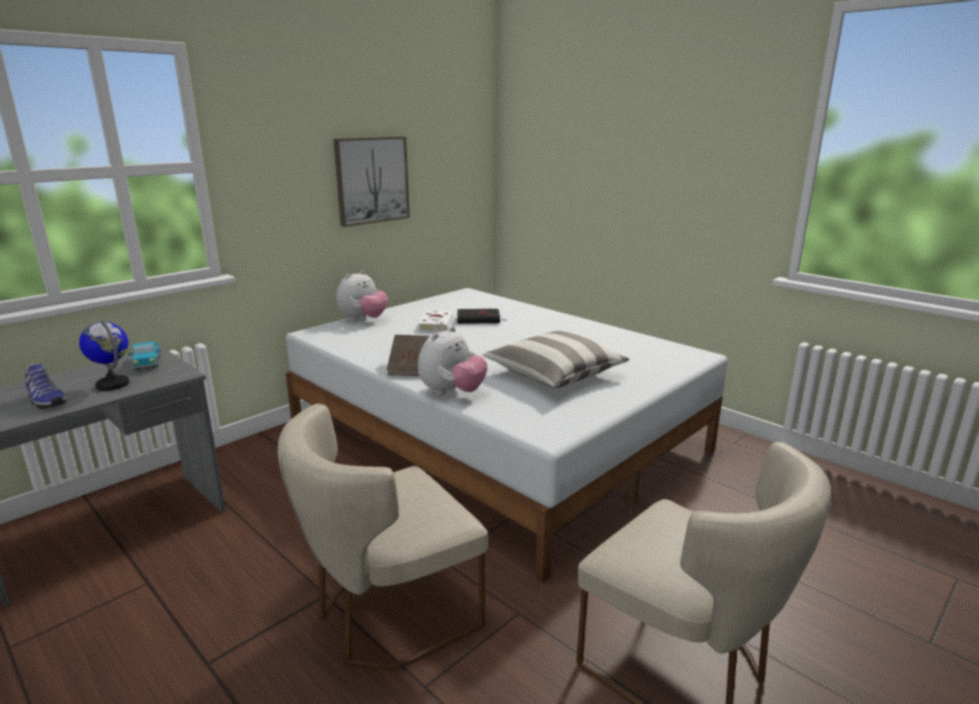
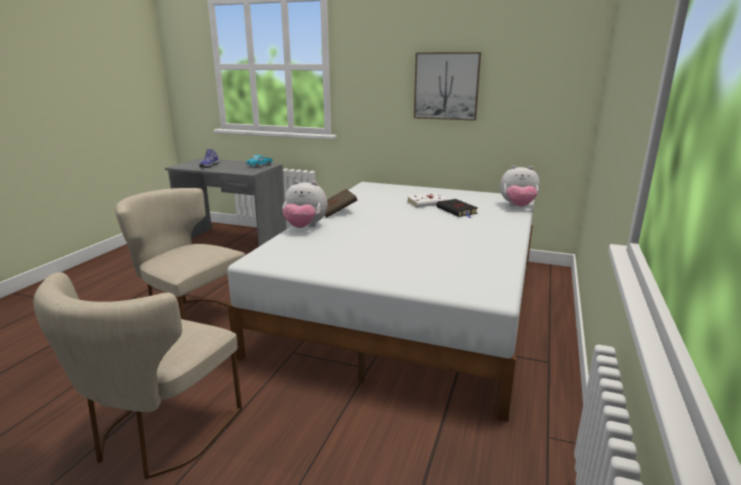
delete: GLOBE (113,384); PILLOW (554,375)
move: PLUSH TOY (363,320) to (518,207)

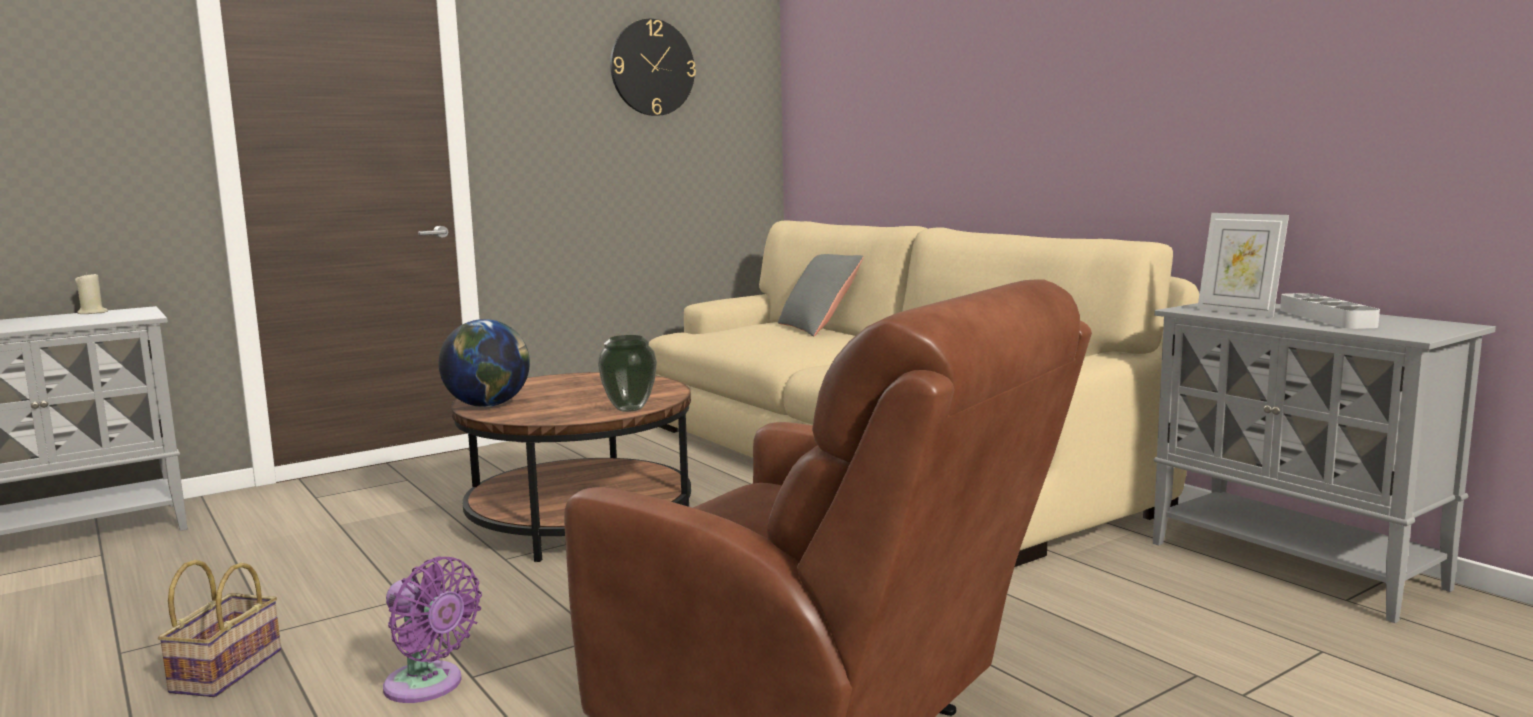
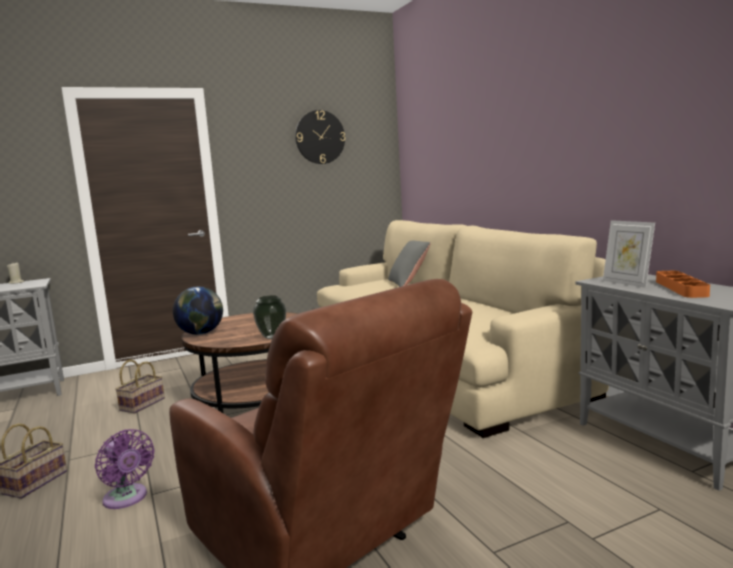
insert: BASKET (142,404)
recolor: GREY TRAY (1326,318) to ORANGE TRAY (681,288)

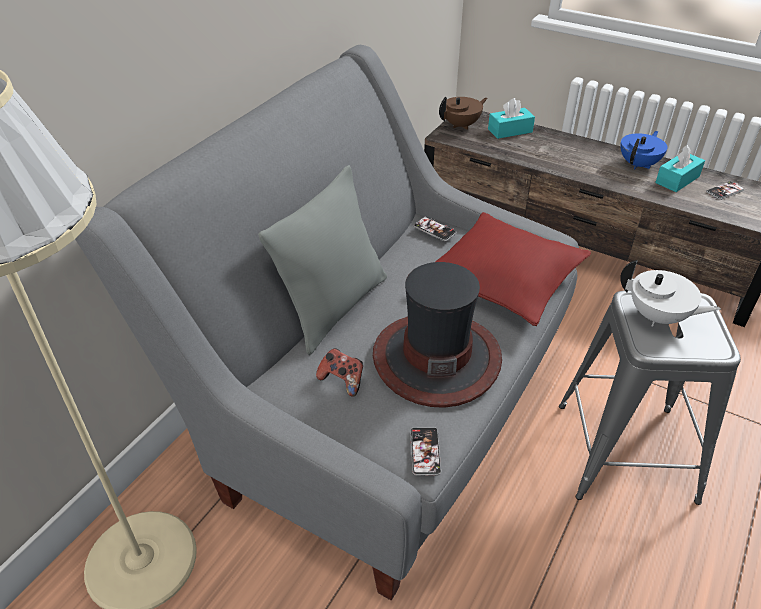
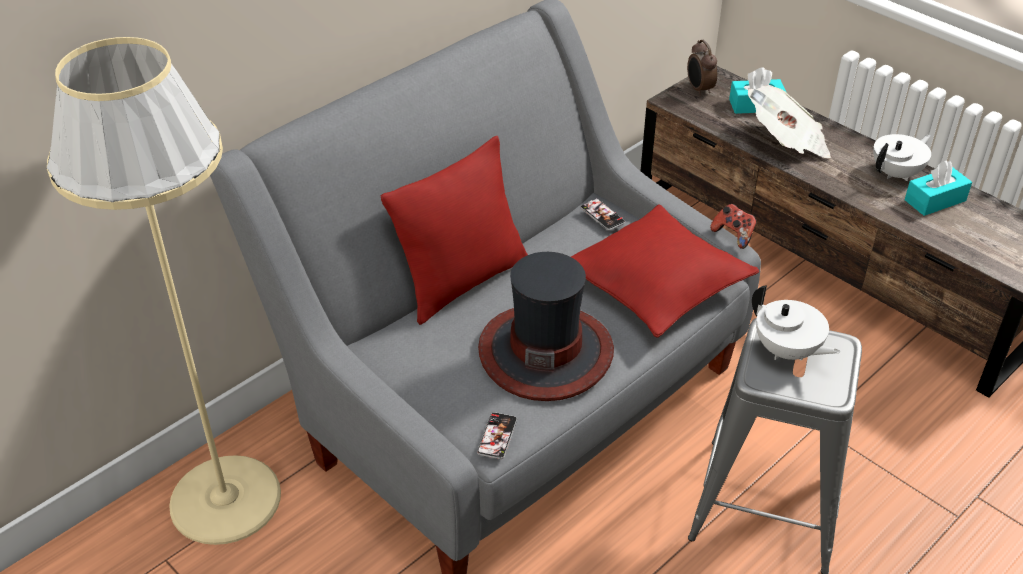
delete: PHONE (724,191)
insert: NEWSPAPER (787,143)
move: GAME CONTROLLER (342,380) to (733,235)
replace: BROWN TEAPOT (461,125) to ALARM CLOCK (699,89)
recolor: GREY PILLOW (334,307) to RED PILLOW (462,282); BLUE TEAPOT (639,164) to WHITE TEAPOT (897,173)

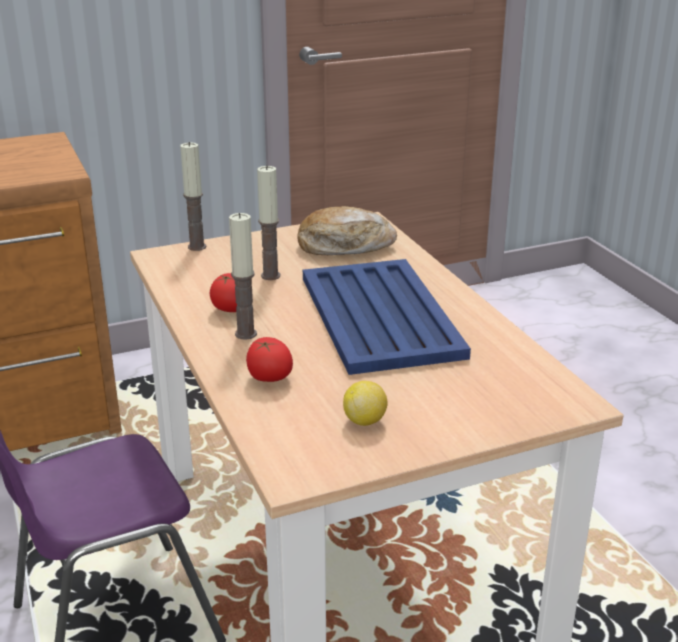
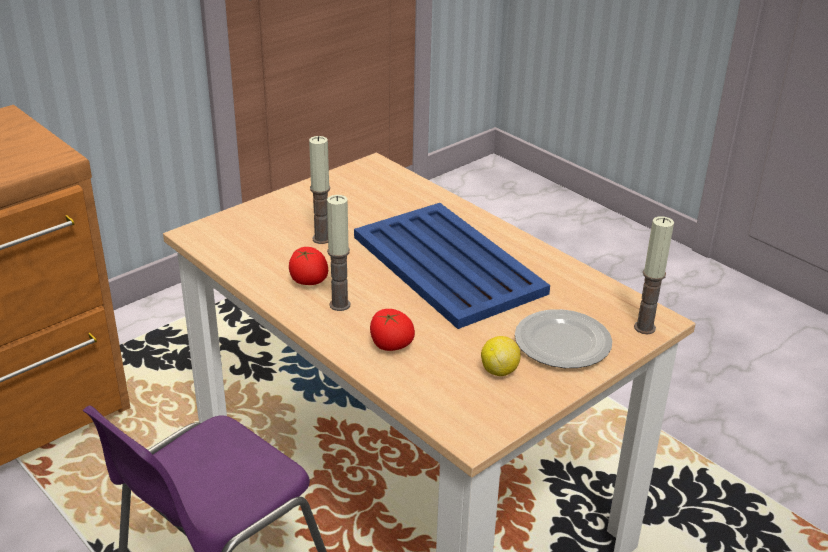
delete: BREAD (345,246)
insert: PLATE (563,344)
move: CANDLE (197,247) to (644,327)

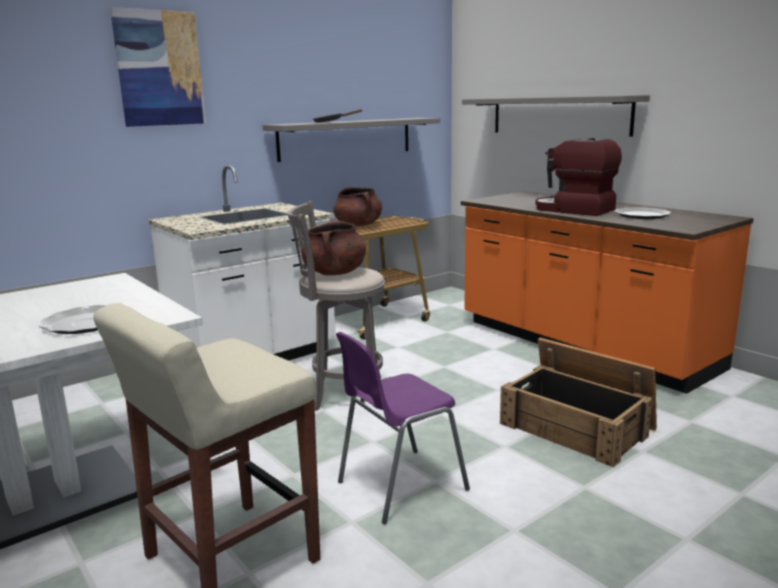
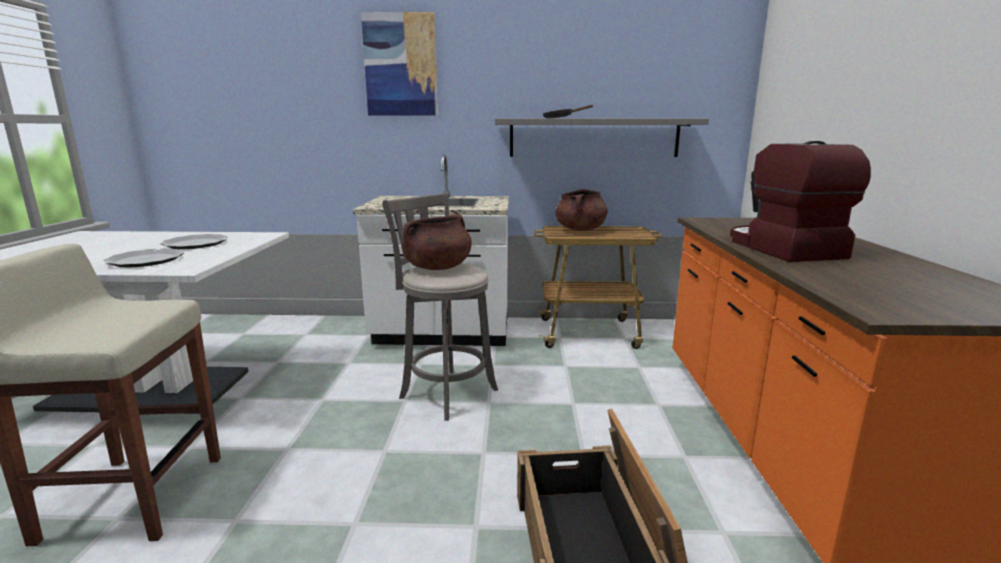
delete: PURPLE CHAIR (398,486); GREY SHELF (558,115)
move: PLATE (642,215) to (195,244)

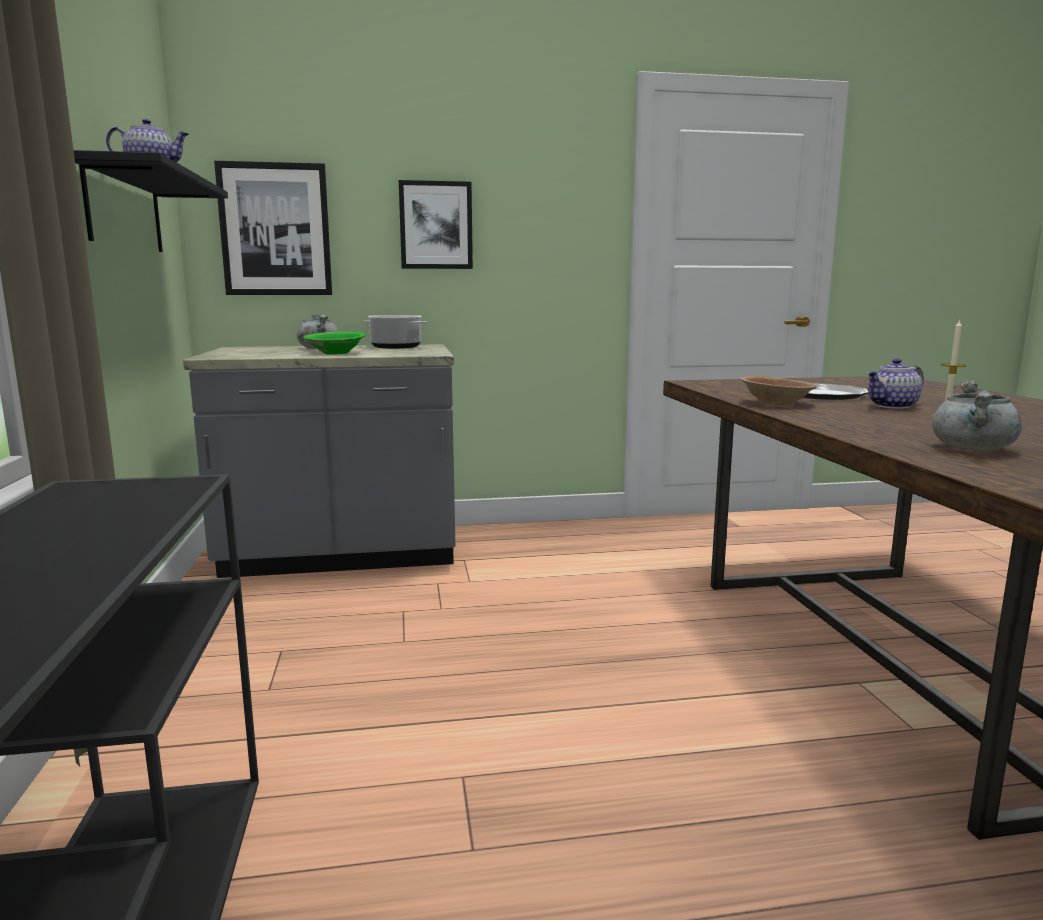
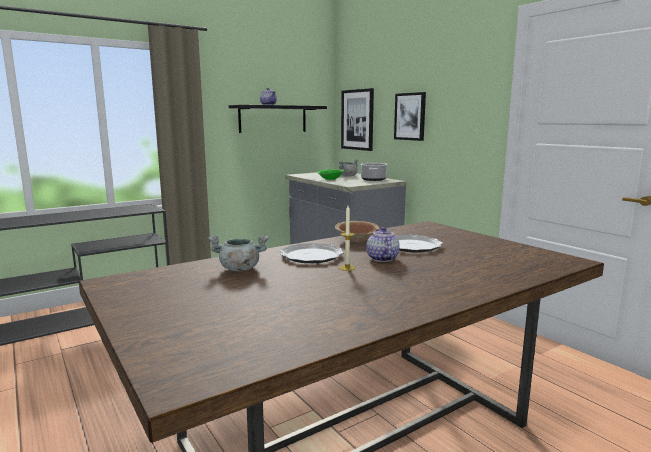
insert: PLATE (312,256)
rotate: TEAPOT (893,406) = (381,258) 45 degrees clockwise

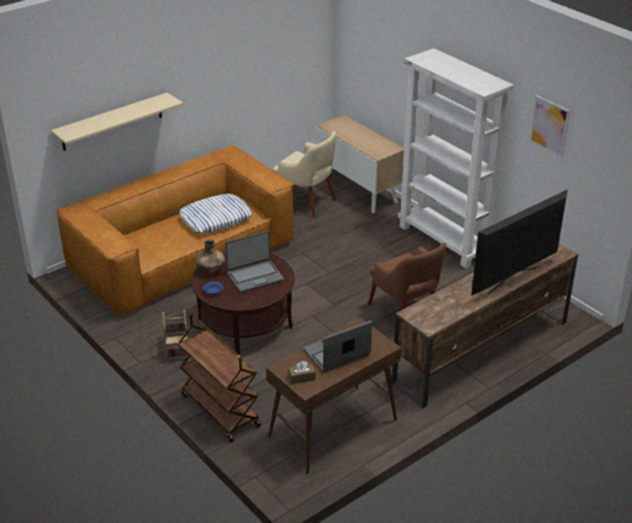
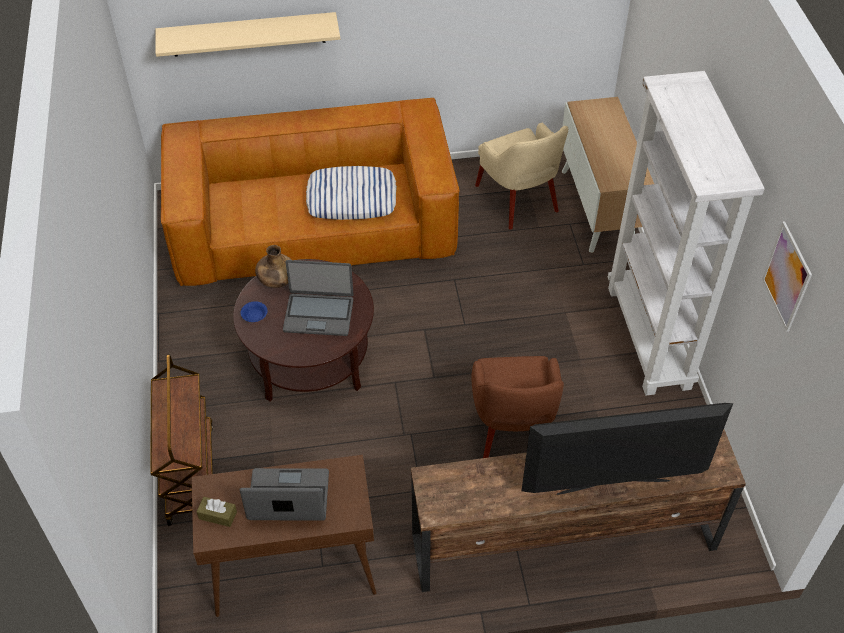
delete: BASKET (176,348)

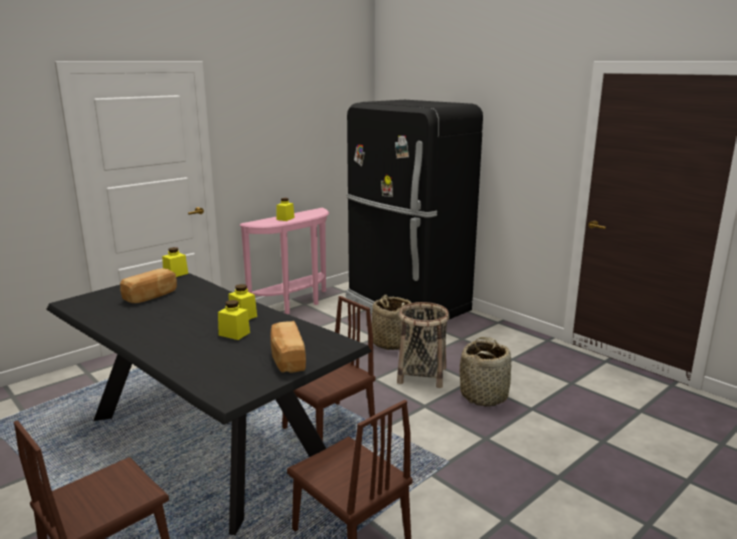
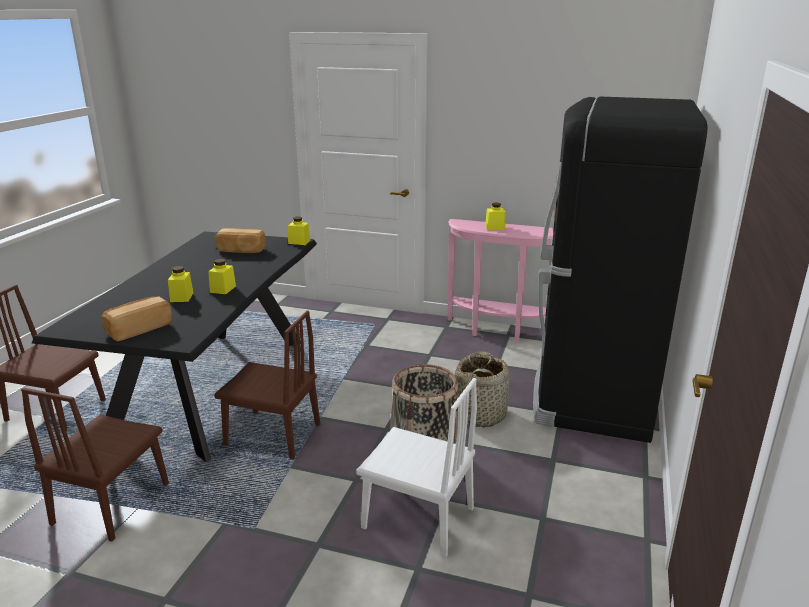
replace: BASKET (484,395) to WHITE CHAIR (418,518)

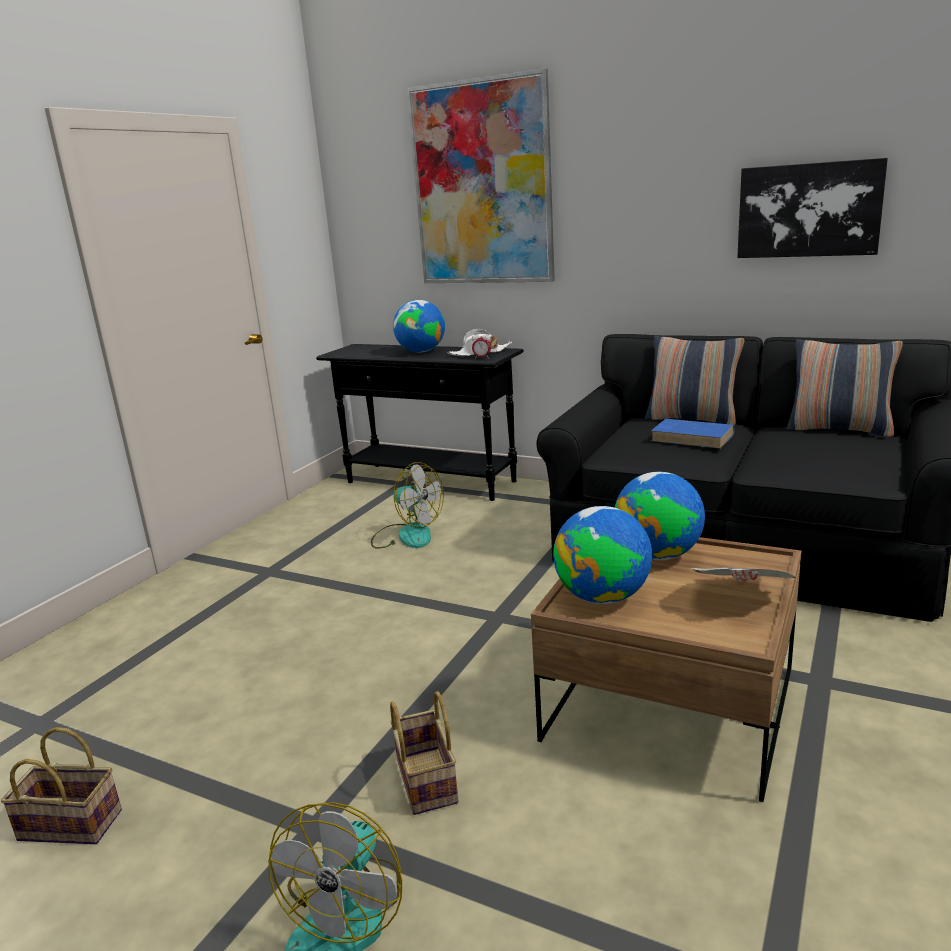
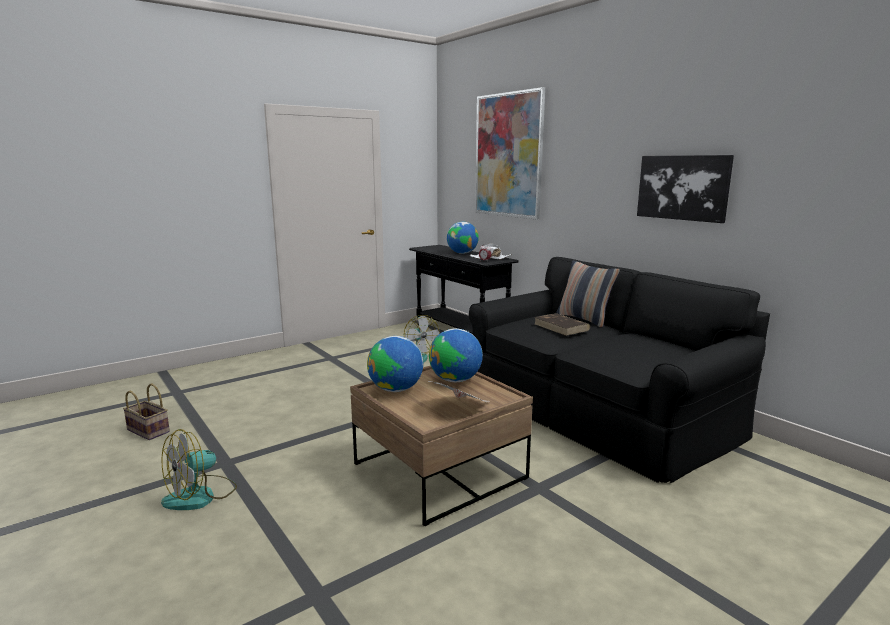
delete: BASKET (424,779); PILLOW (839,430)
recolor: BLUE BOOK (693,437) to BROWN BOOK (561,327)

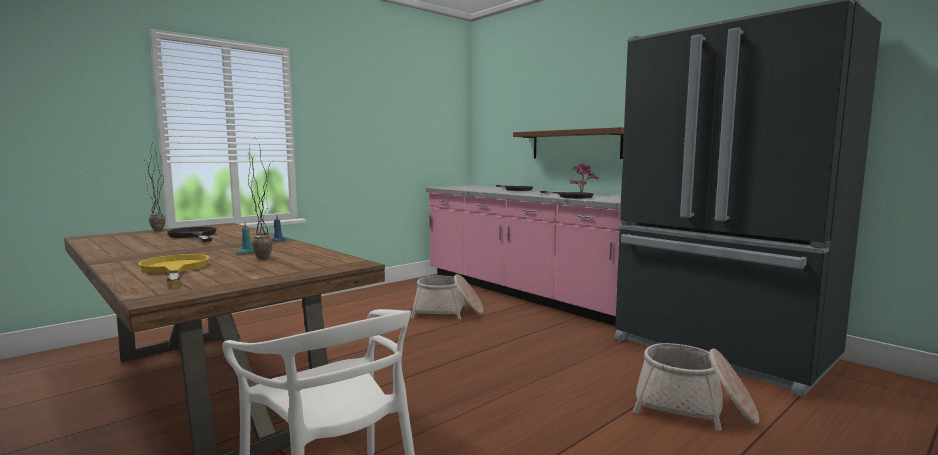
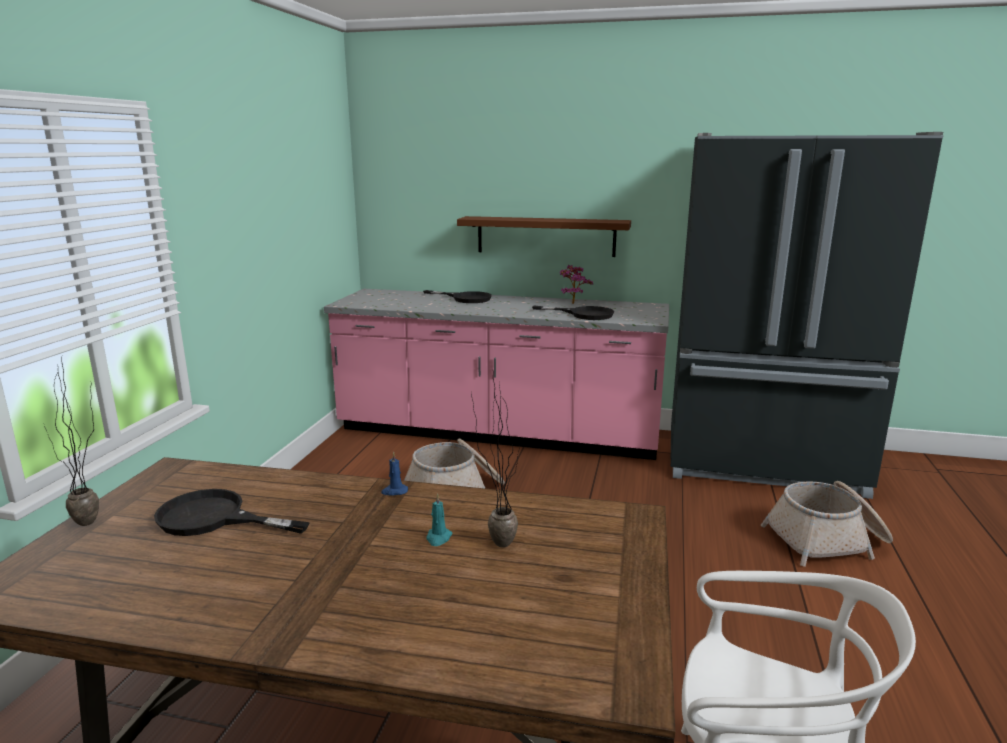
delete: YELLOW FRYING PAN (175,269)

